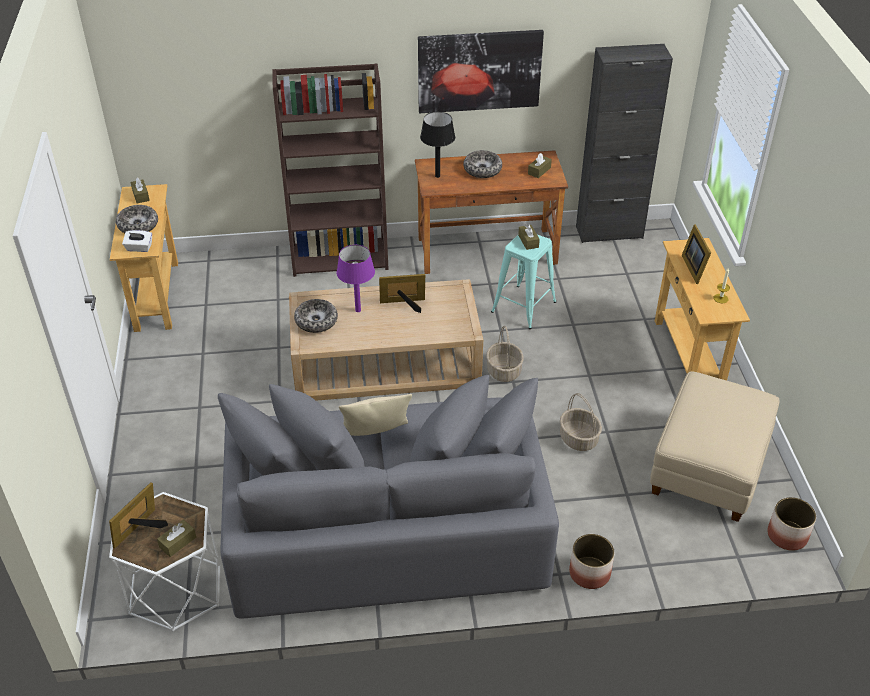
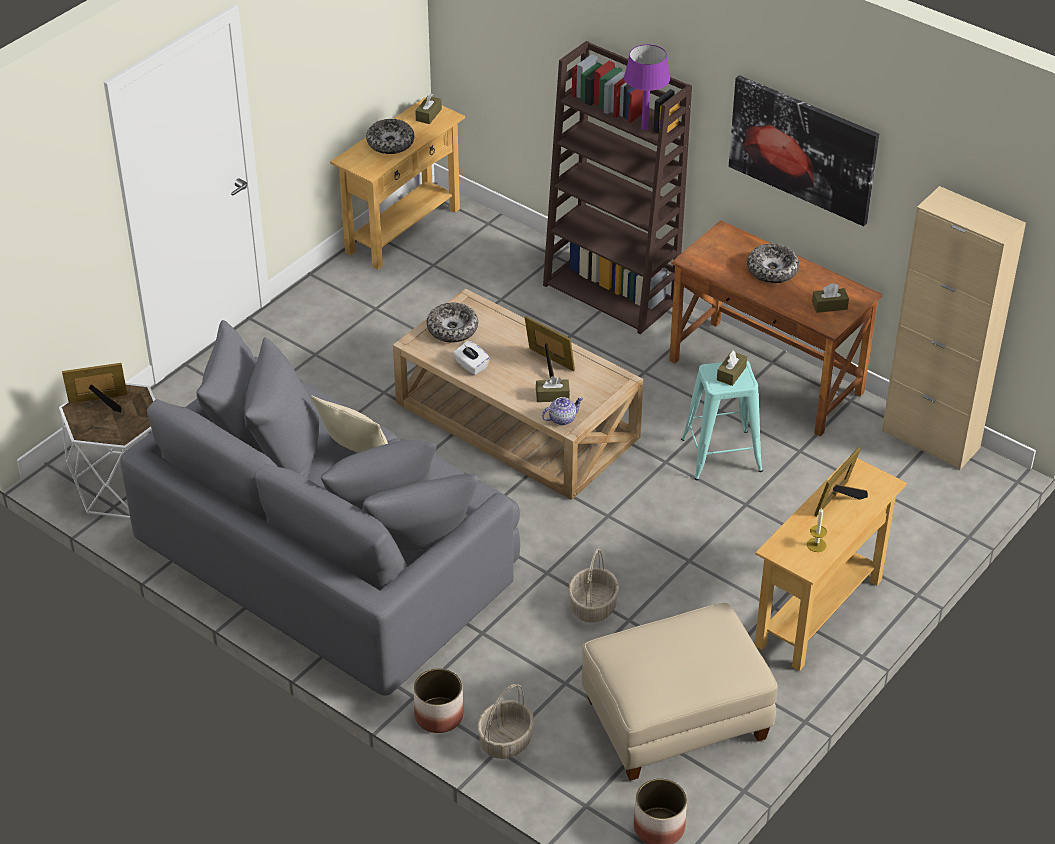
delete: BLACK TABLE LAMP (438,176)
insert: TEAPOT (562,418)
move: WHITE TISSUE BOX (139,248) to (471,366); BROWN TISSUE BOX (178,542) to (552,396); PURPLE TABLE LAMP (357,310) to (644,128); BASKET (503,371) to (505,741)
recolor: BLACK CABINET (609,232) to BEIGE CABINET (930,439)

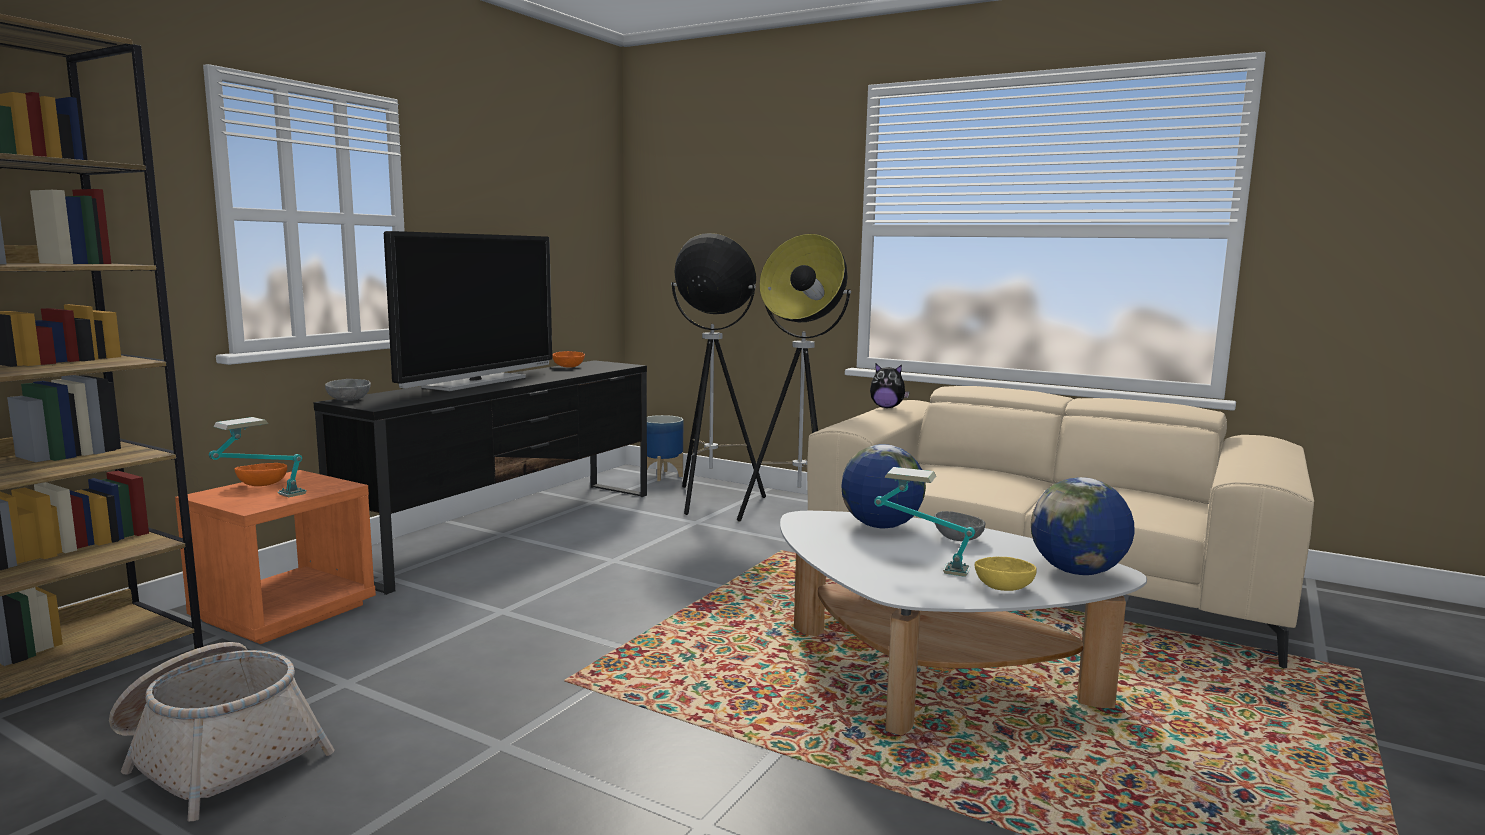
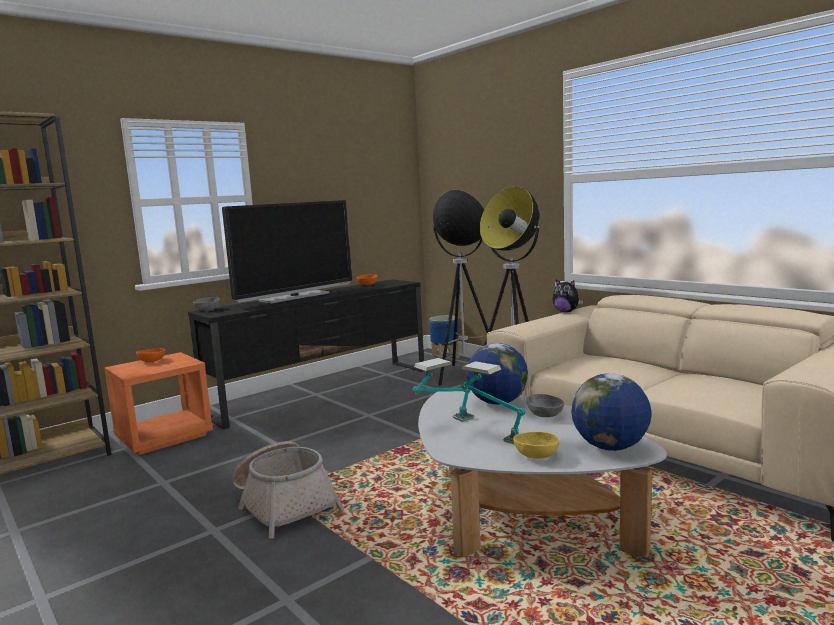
move: BASKET (218,755) to (284,504); TABLE LAMP (261,500) to (444,424)

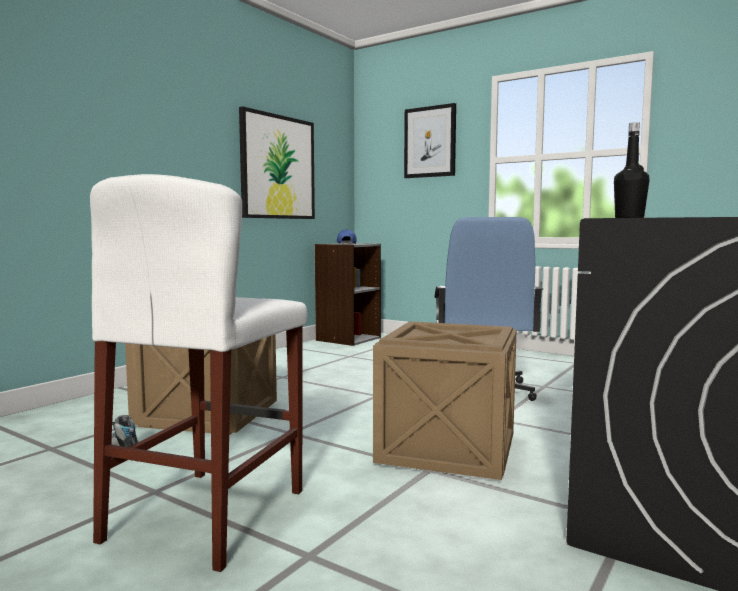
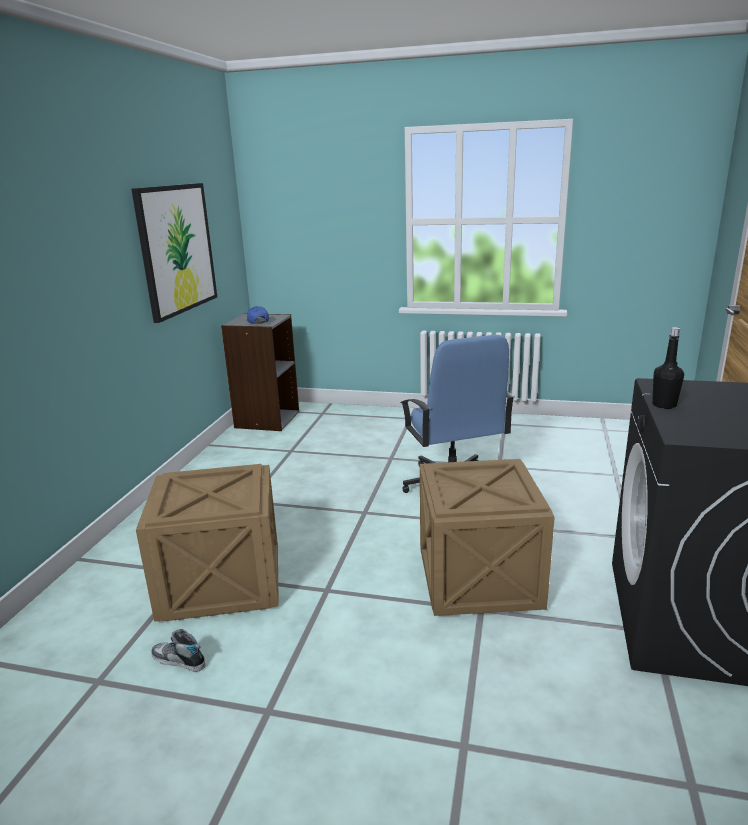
delete: WHITE STOOL (208,514); PICTURE (430,142)

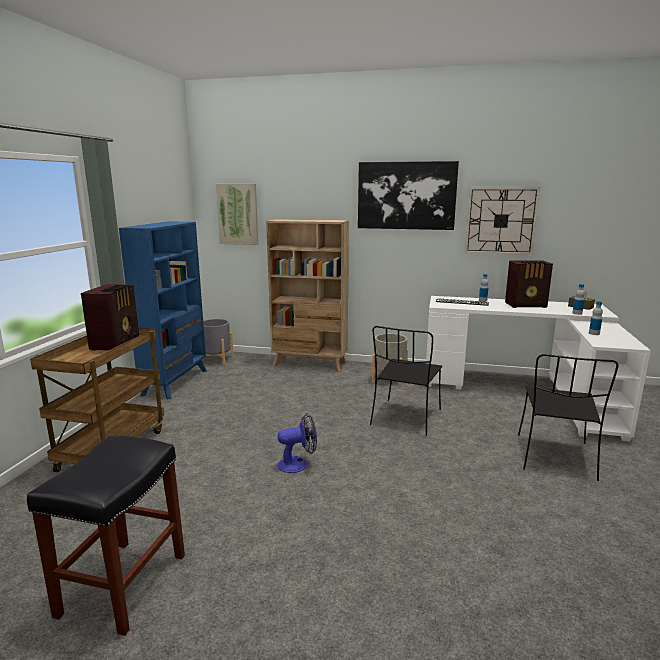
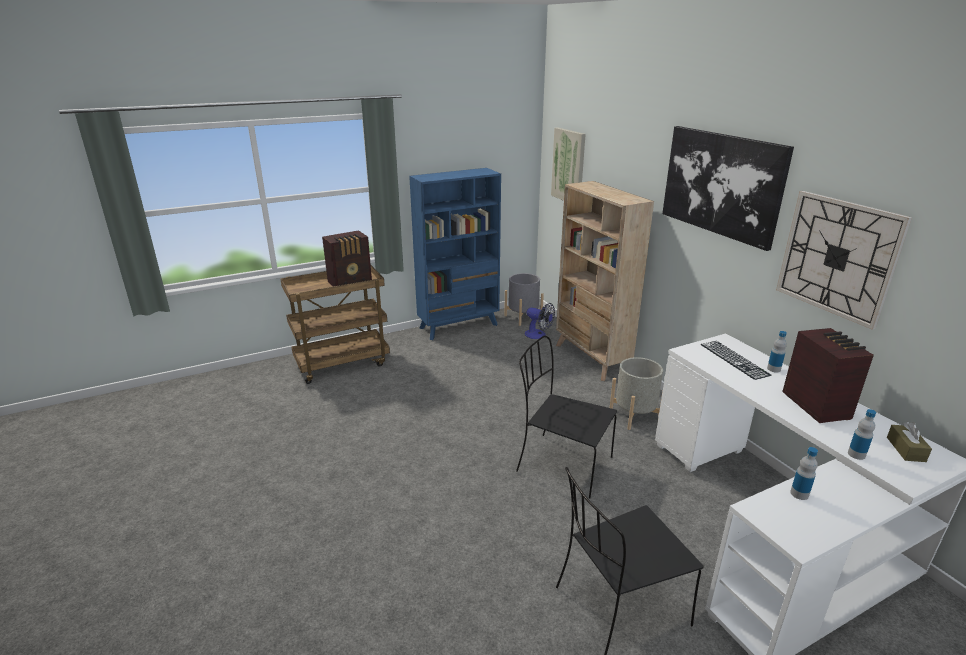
delete: BLACK STOOL (123,586)
move: FAN (298,464) to (538,335)
rotate: BLACK CHAIR (405,418) = (562,464) 45 degrees clockwise; RADIO (526,305) = (816,405) 150 degrees counterclockwise

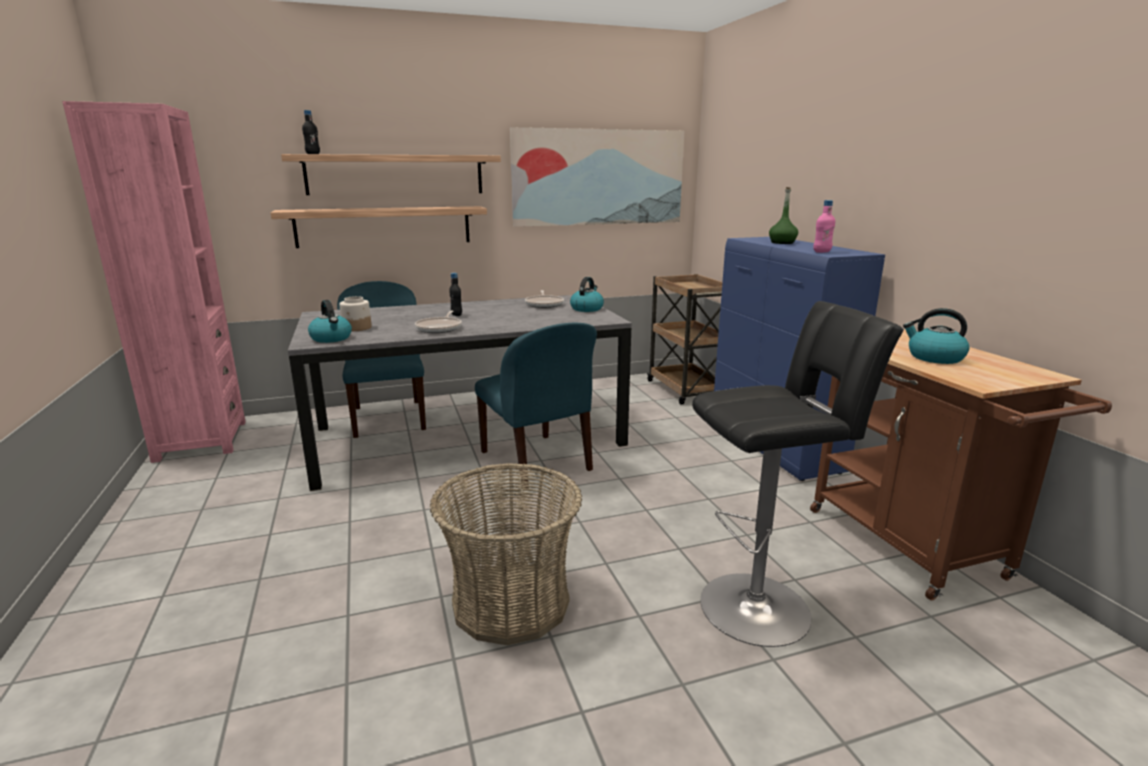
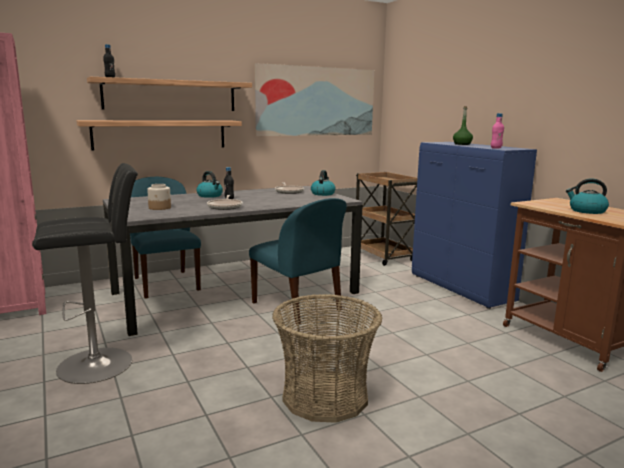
move: KETTLE (331,338) to (210,196); BLACK STOOL (762,606) to (101,363)

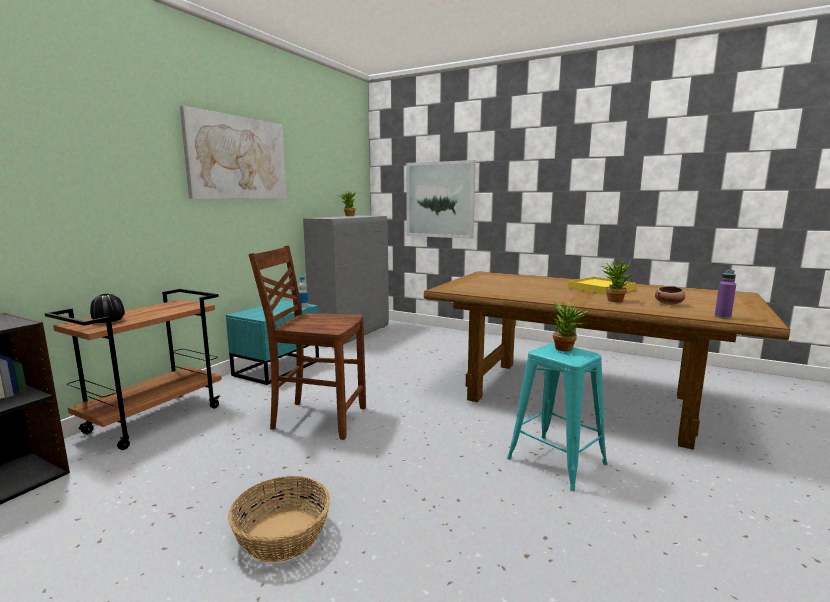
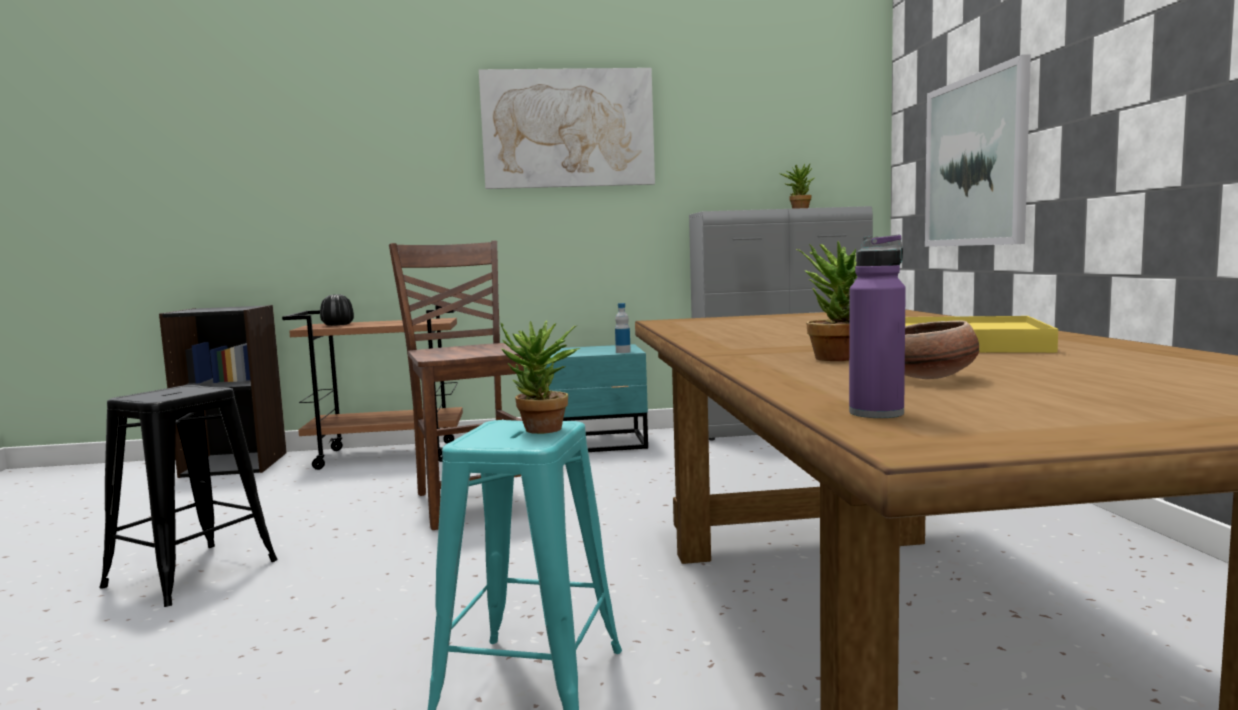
replace: BASKET (281,535) to BLACK STOOL (191,573)

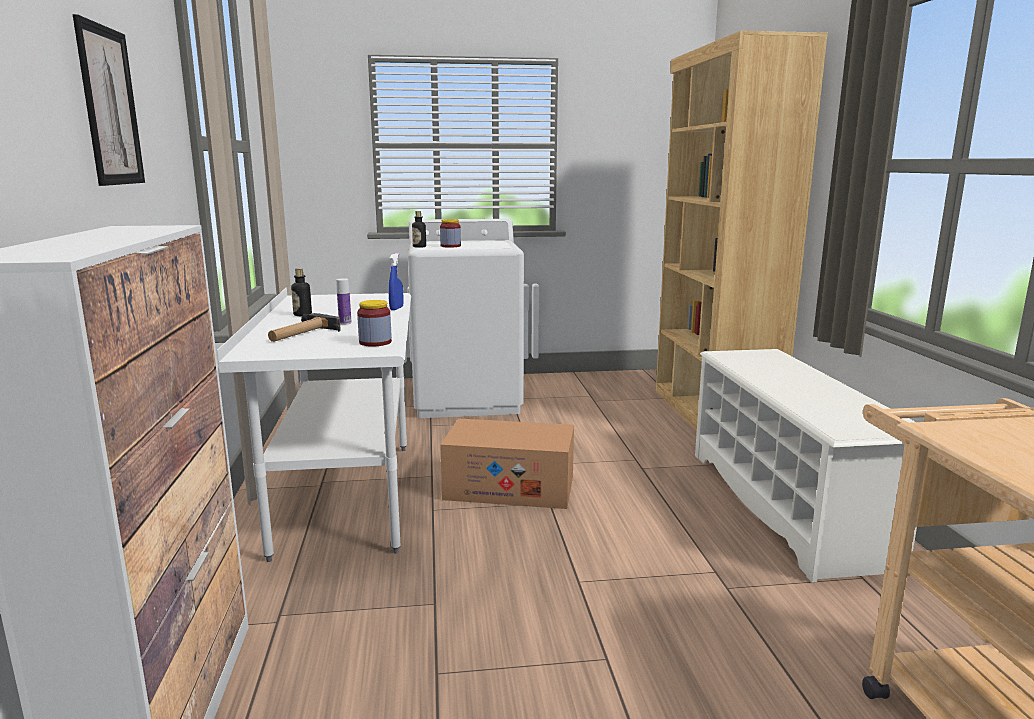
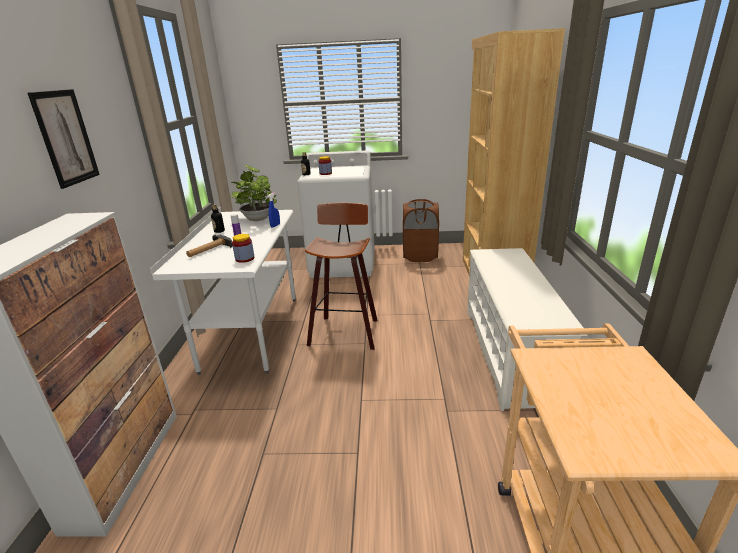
insert: POTTED PLANT (257,218); BROWN LAUNDRY BASKET (420,256)
replace: CARDBOARD BOX (509,488) to STOOL (345,331)

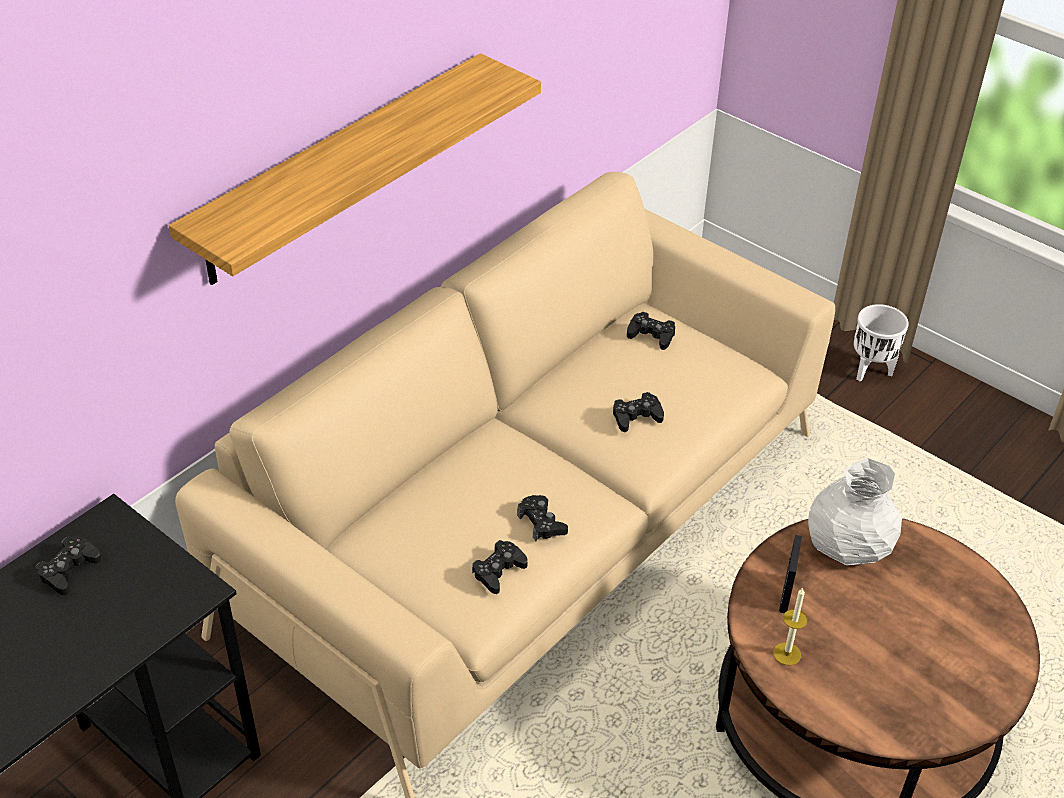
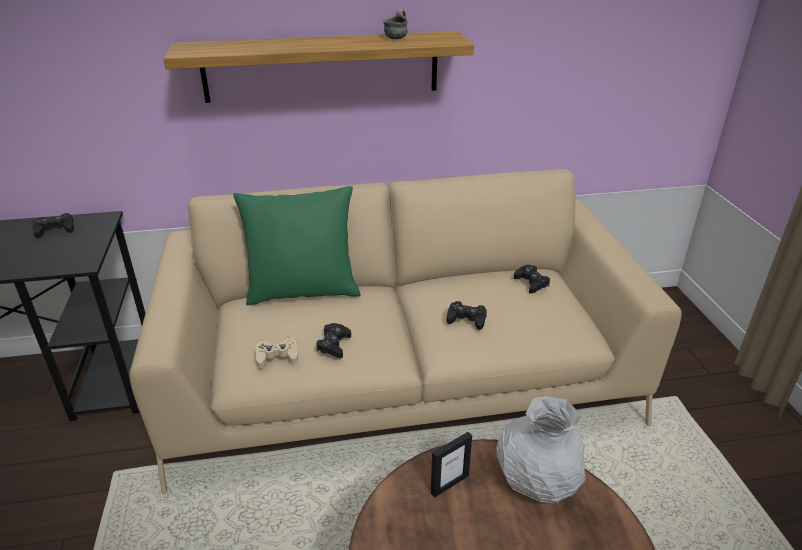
delete: CANDLE (787,654); WHITE PLANTER (871,371)
insert: GREEN PILLOW (303,291); MUG (396,37)
recolor: BLACK GAME CONTROLLER (498,571) to BEIGE GAME CONTROLLER (277,356)

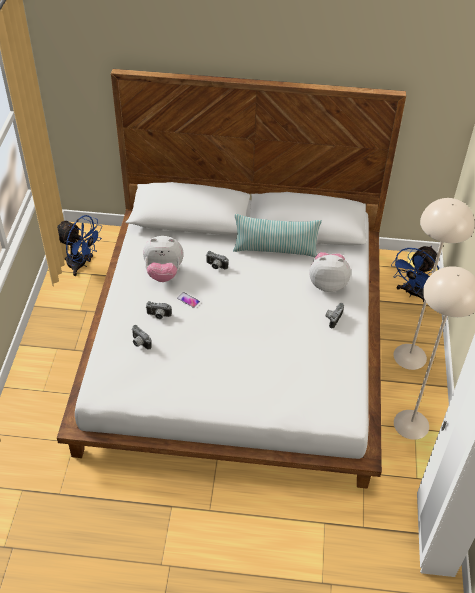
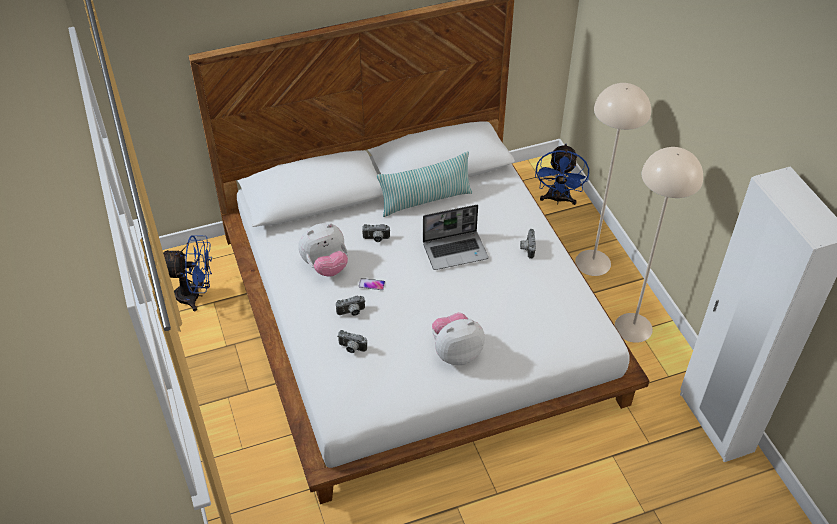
insert: LAPTOP (455,250)
move: PLUSH TOY (327,283) to (456,352)

